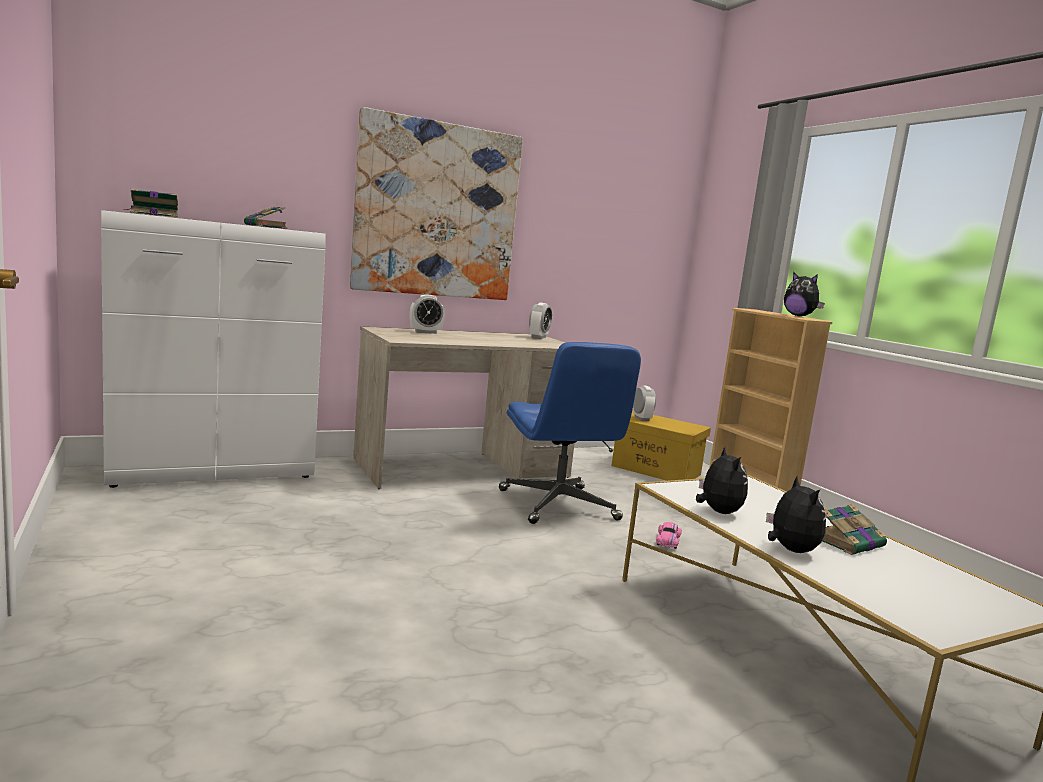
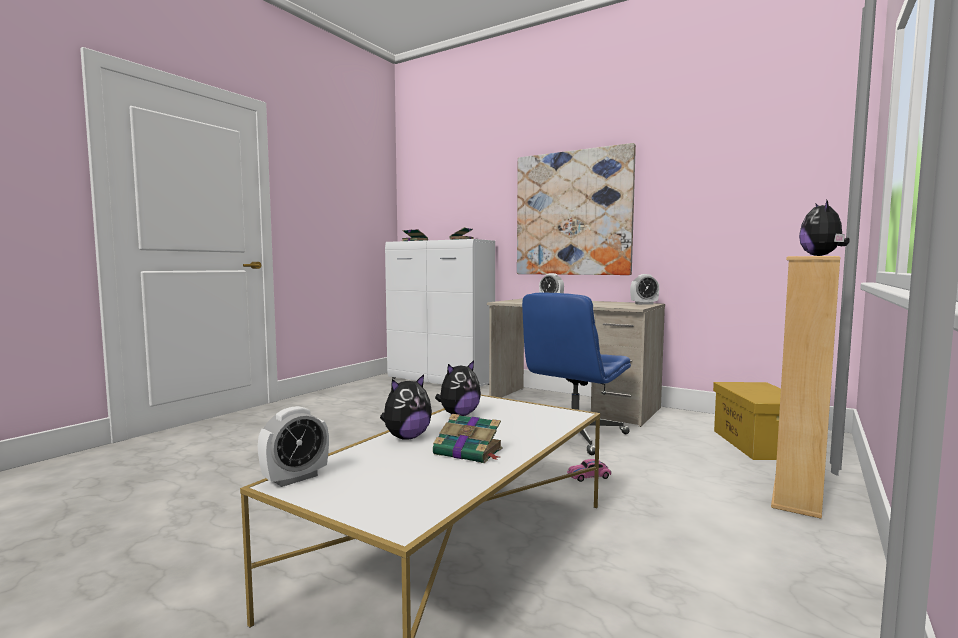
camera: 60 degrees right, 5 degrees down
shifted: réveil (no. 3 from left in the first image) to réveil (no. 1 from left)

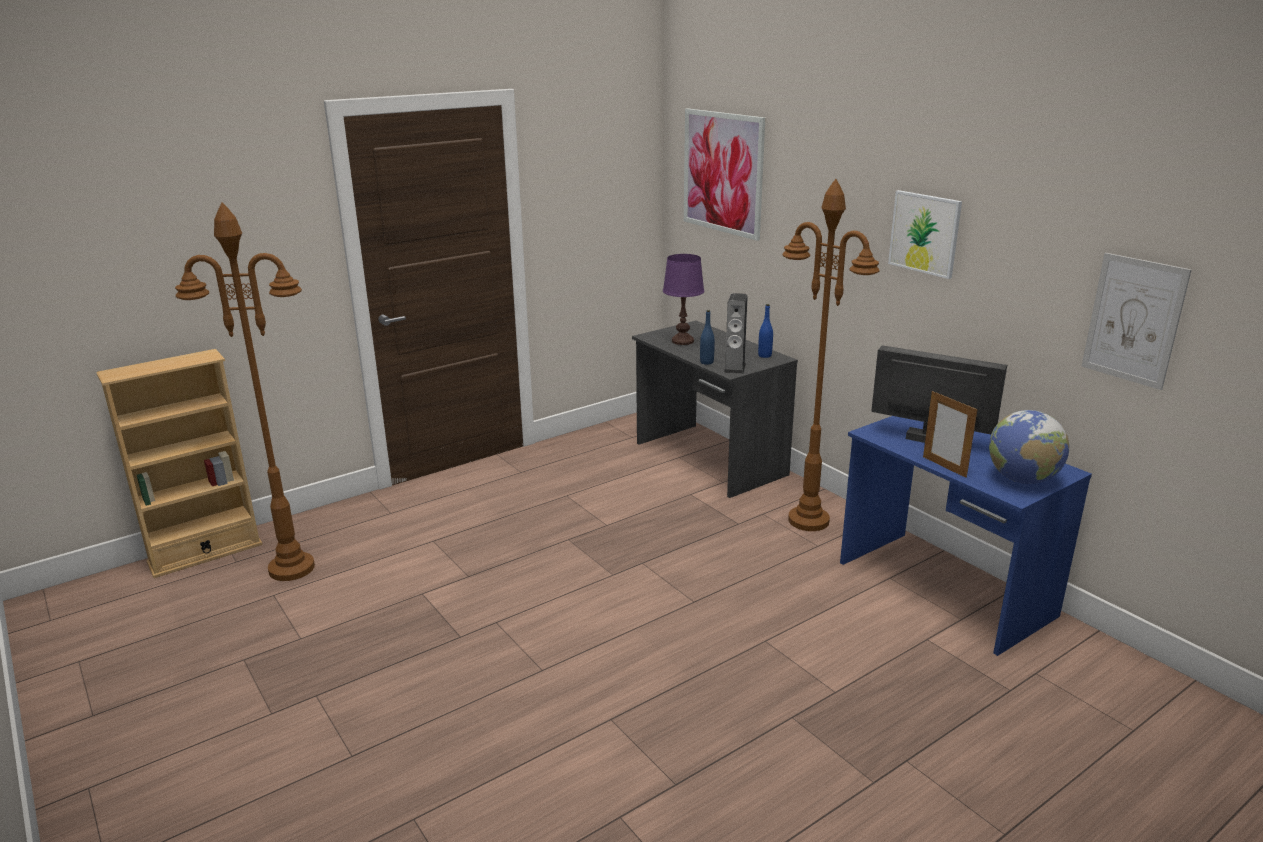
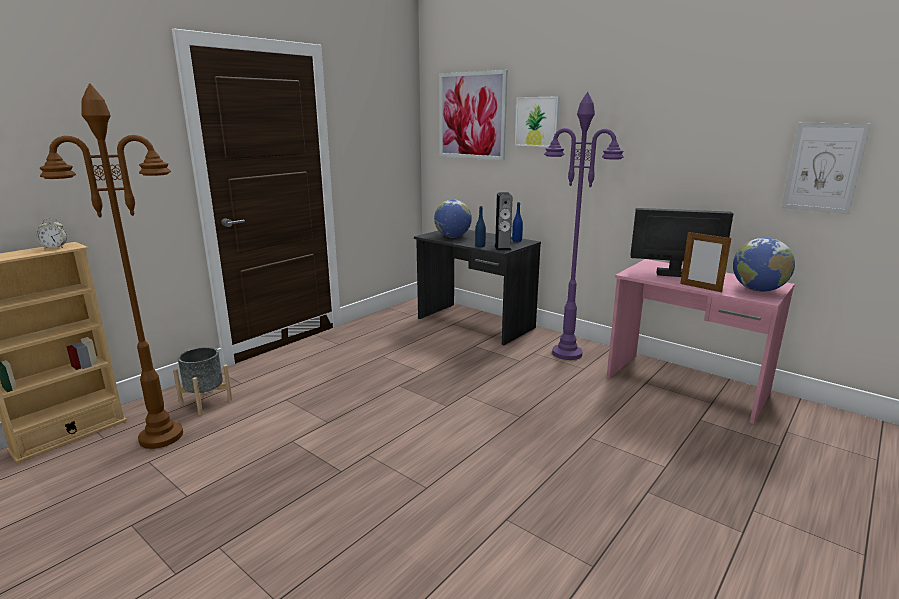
camera: 15 degrees left, 5 degrees down
new: réveil; cache-pot (gris)
shifted: tableau (no. 2 from left)
swapped: lampe de table (violet) to globe (no. 1 from left)
repainted: lampadaire (marron) (no. 2 from left) to lampadaire (violet); bureau (bleu) to bureau (rose)

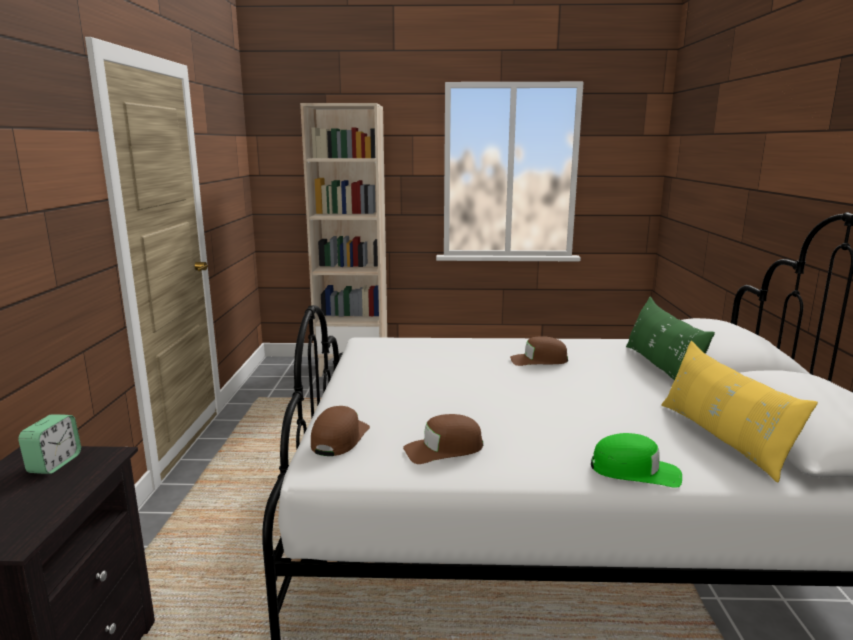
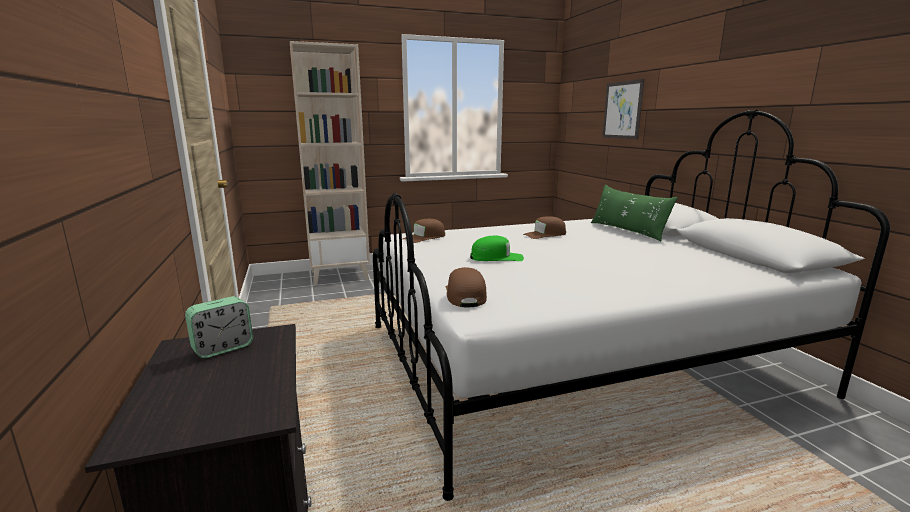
camera: 20 degrees left, 0 degrees up
gone: coussin (jaune)
new: tableau
shifted: casquette (marron) (no. 2 from left in the first image) to casquette (marron) (no. 1 from left); casquette (vert)
rotated: réveil 60 degrees clockwise

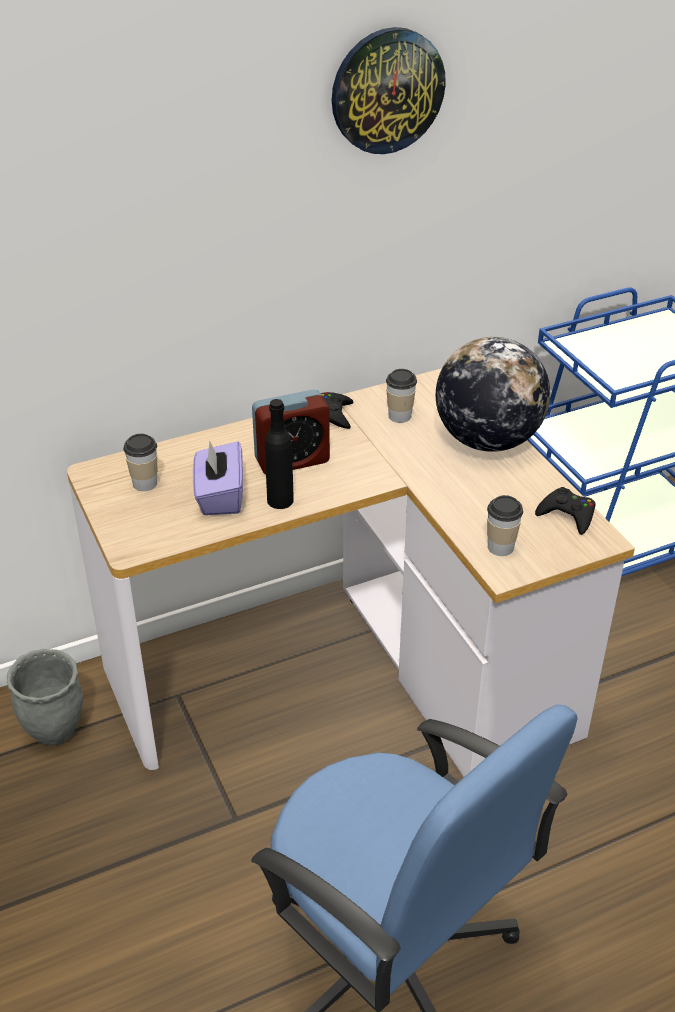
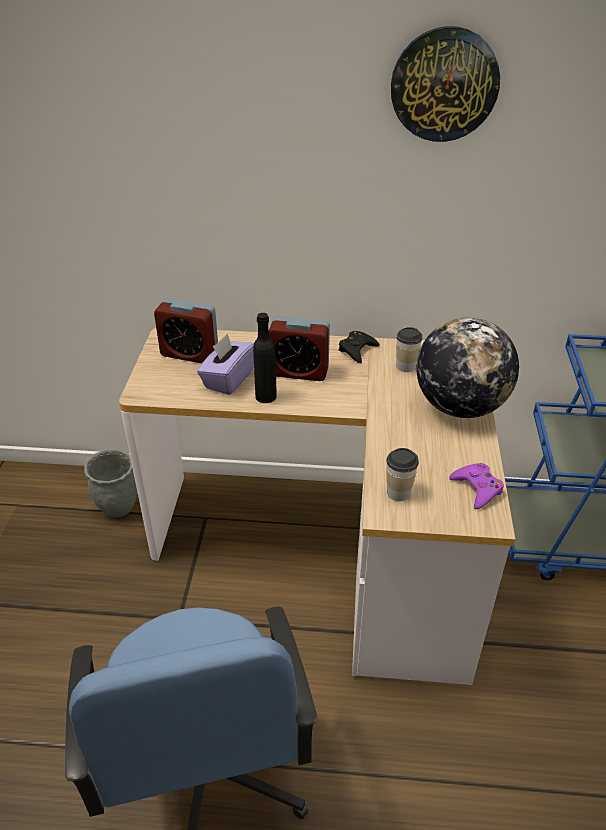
camera: 30 degrees right, 0 degrees up
swapped: tasse (no. 1 from left) to réveil (no. 1 from left)
repainted: manette (noir) (no. 2 from left) to manette (violet)

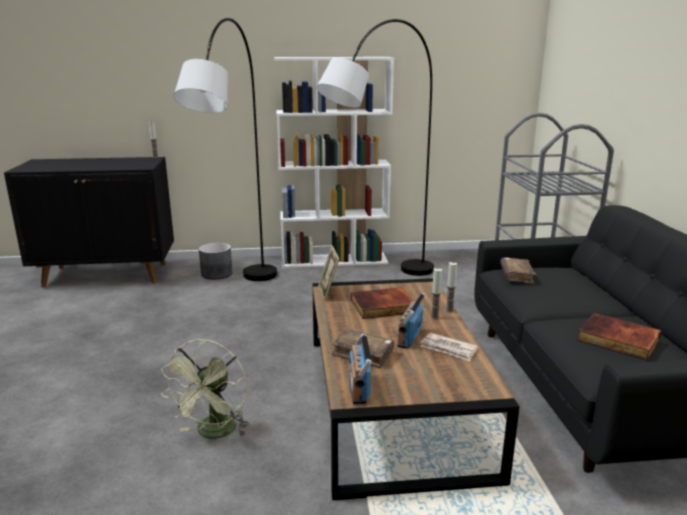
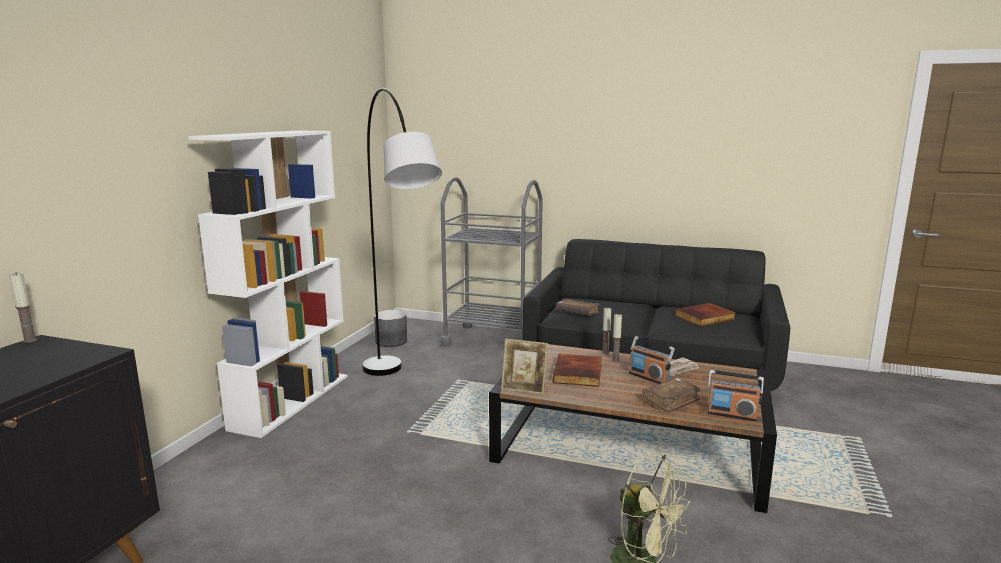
camera: 65 degrees left, 5 degrees down
gone: lampadaire (gris) (no. 1 from left)
shifted: cache-pot (gris)

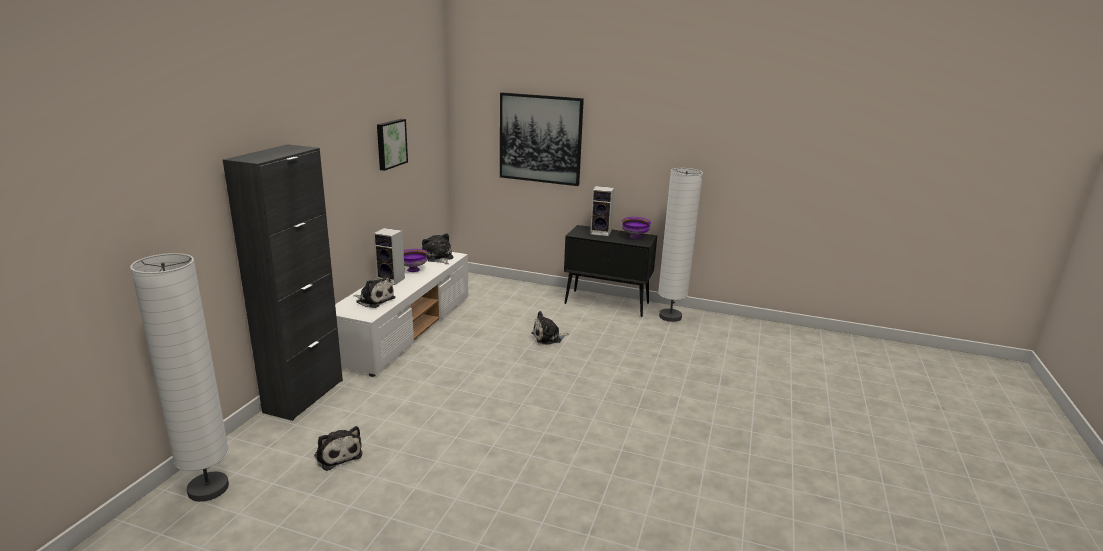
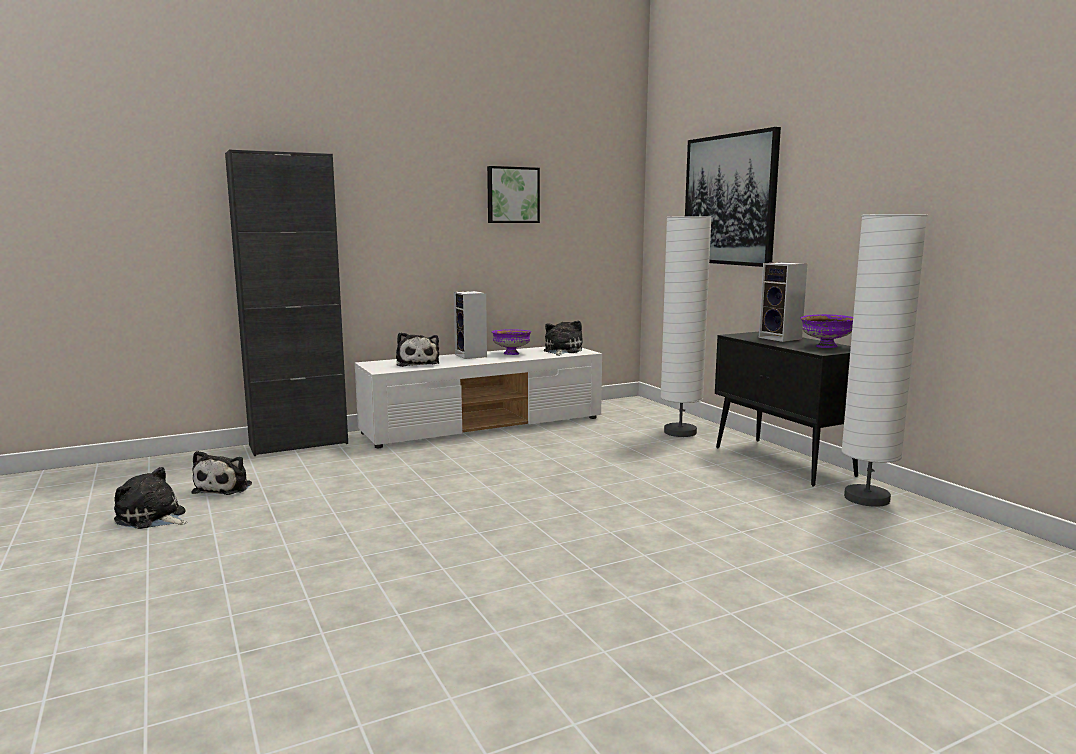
camera: 45 degrees right, 10 degrees down
shifted: lampadaire (blanc) (no. 1 from left); peluche (no. 4 from left in the first image) to peluche (no. 1 from left)

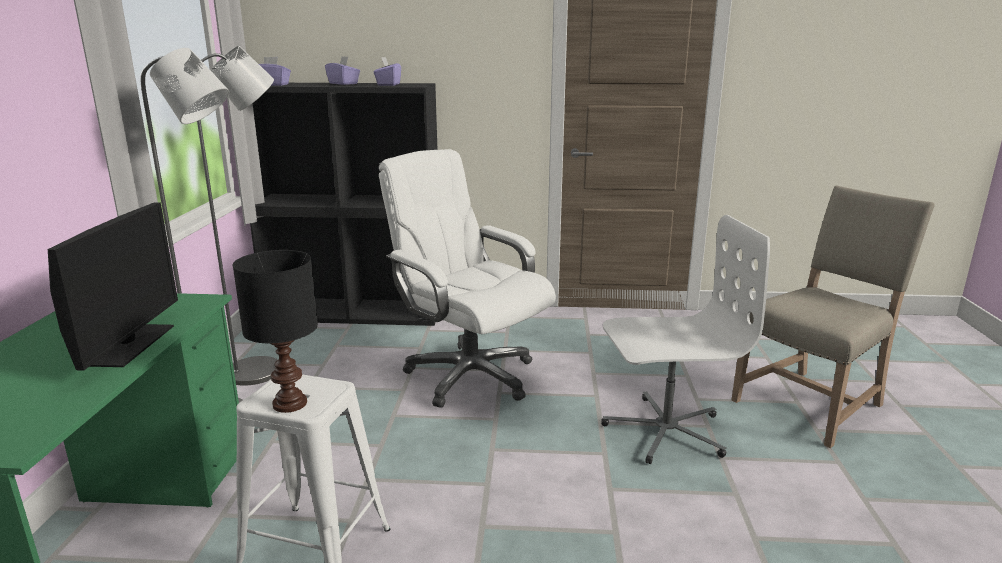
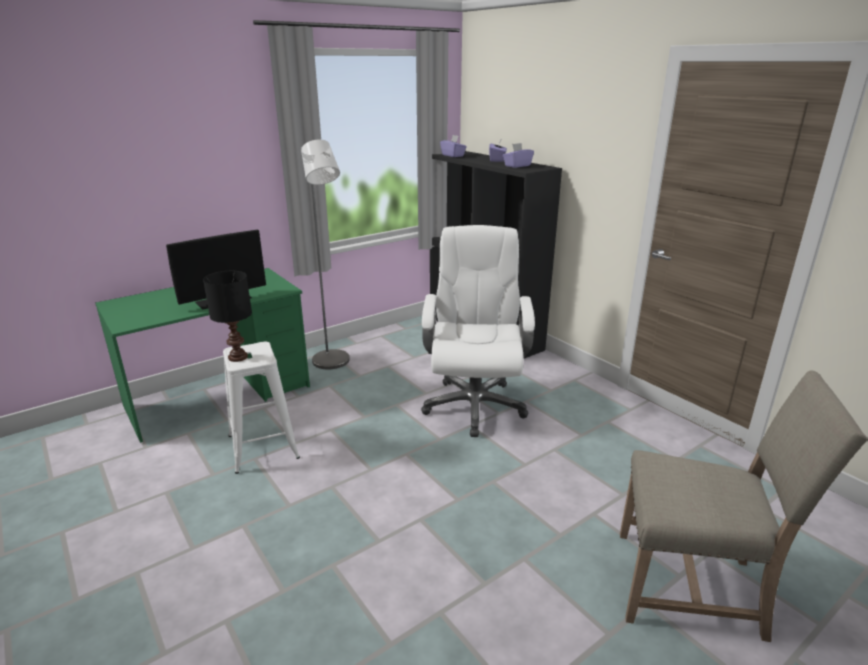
camera: 50 degrees right, 5 degrees up
gone: lampadaire (gris) (no. 2 from left); chaise de bureau (blanc) (no. 2 from left)

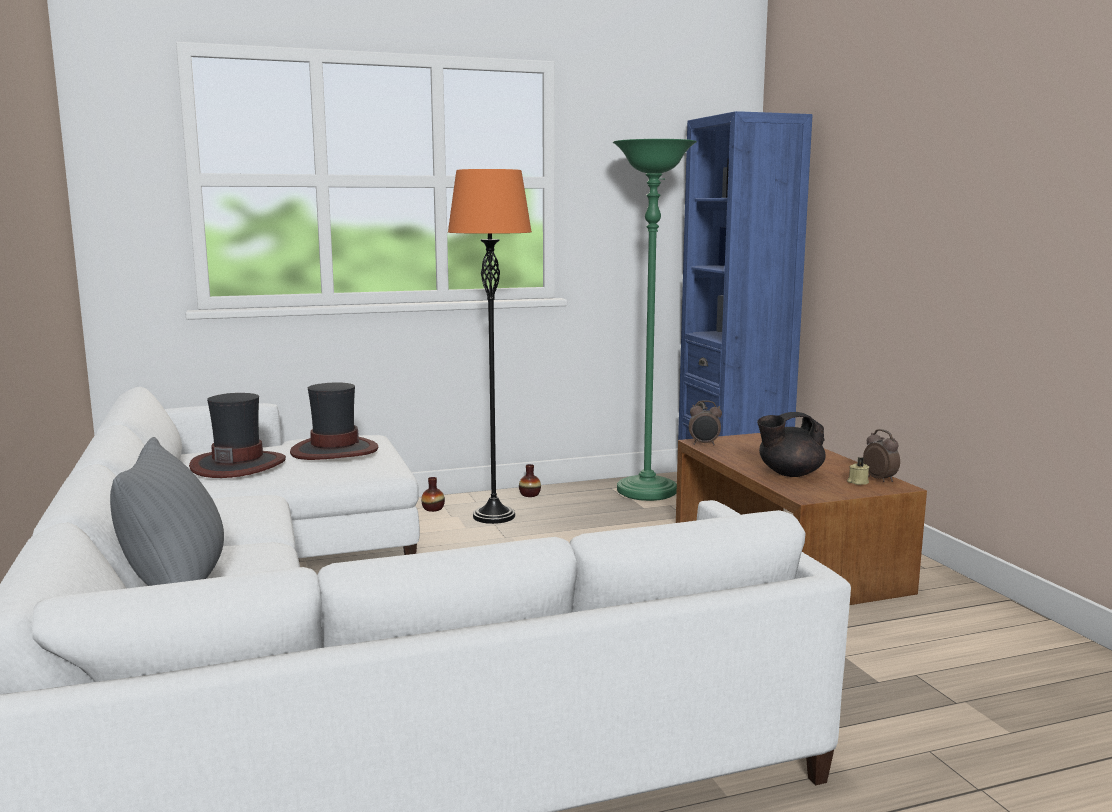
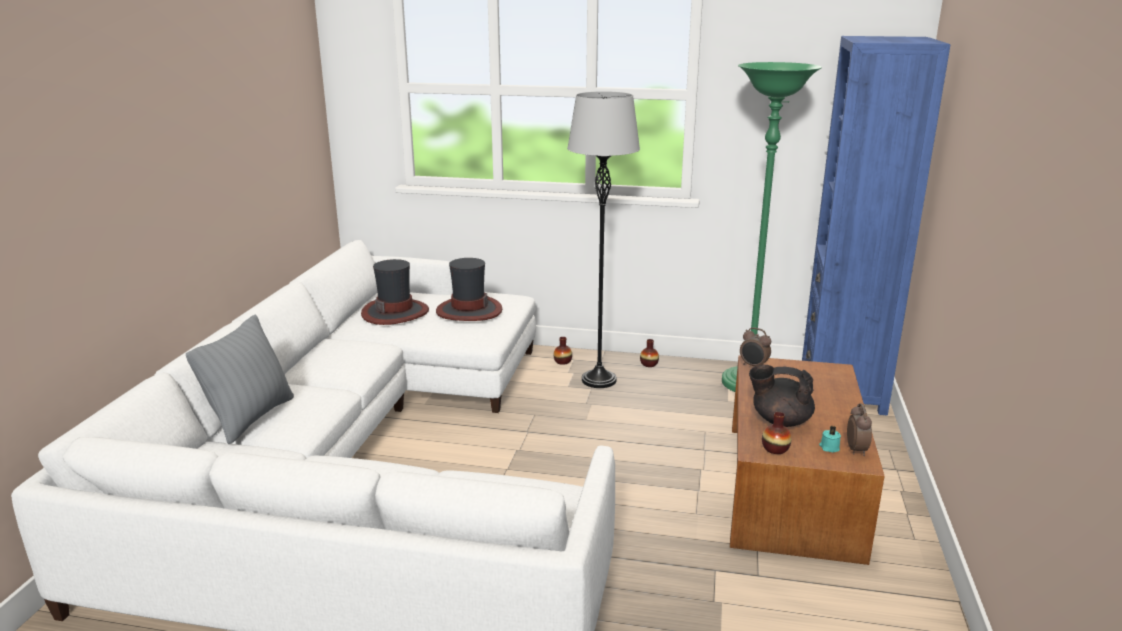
camera: 30 degrees right, 10 degrees up
new: vase (no. 3 from left)
repainted: lampadaire (orange) to lampadaire (gris); bougie (beige) to bougie (turquoise)

